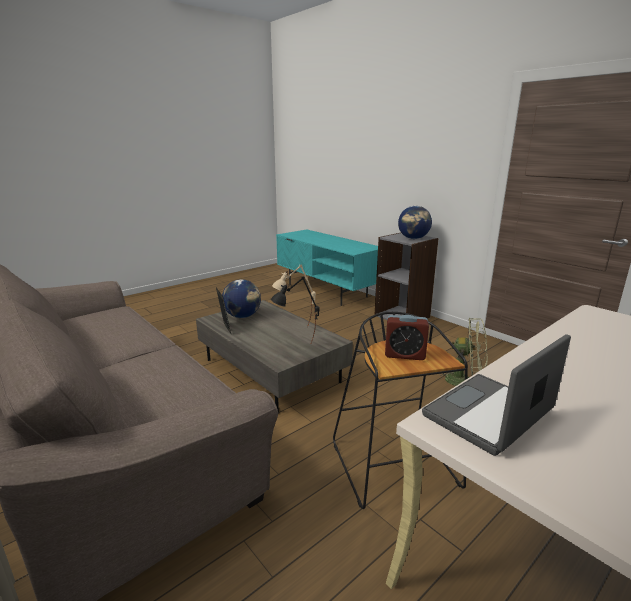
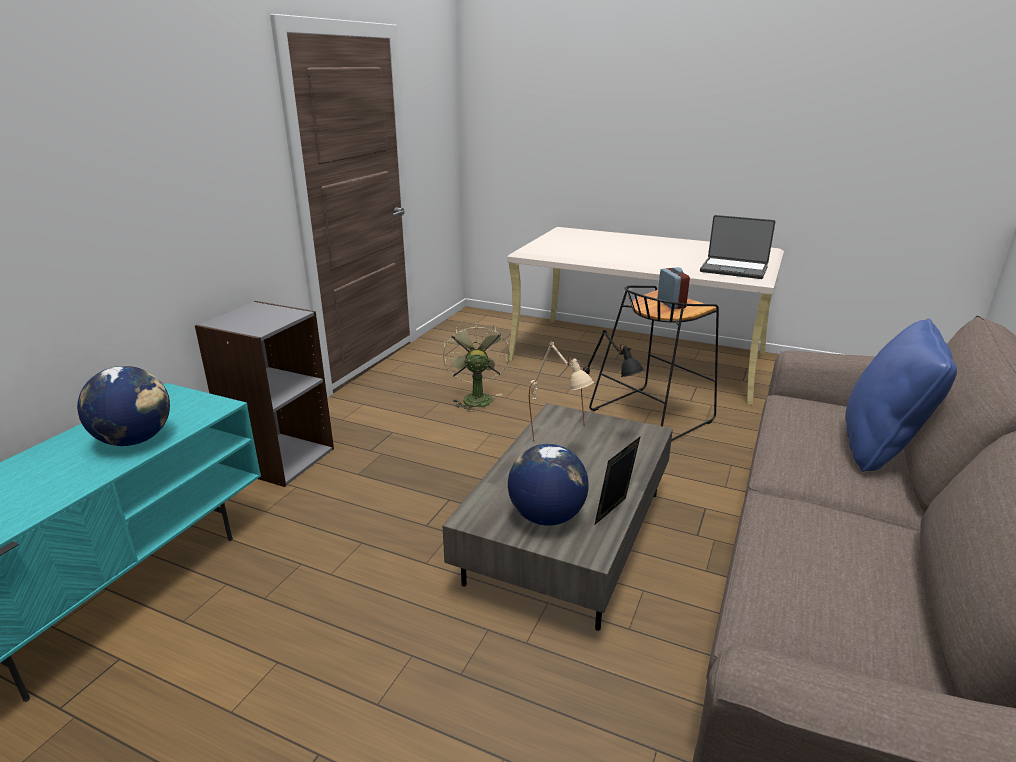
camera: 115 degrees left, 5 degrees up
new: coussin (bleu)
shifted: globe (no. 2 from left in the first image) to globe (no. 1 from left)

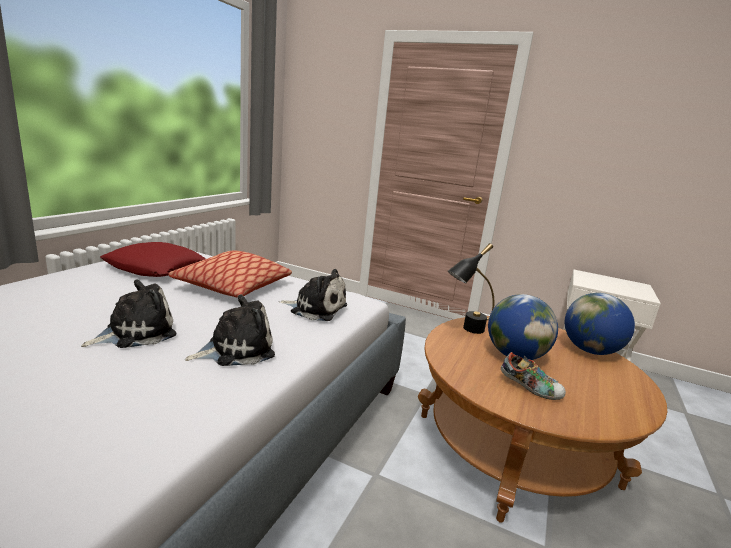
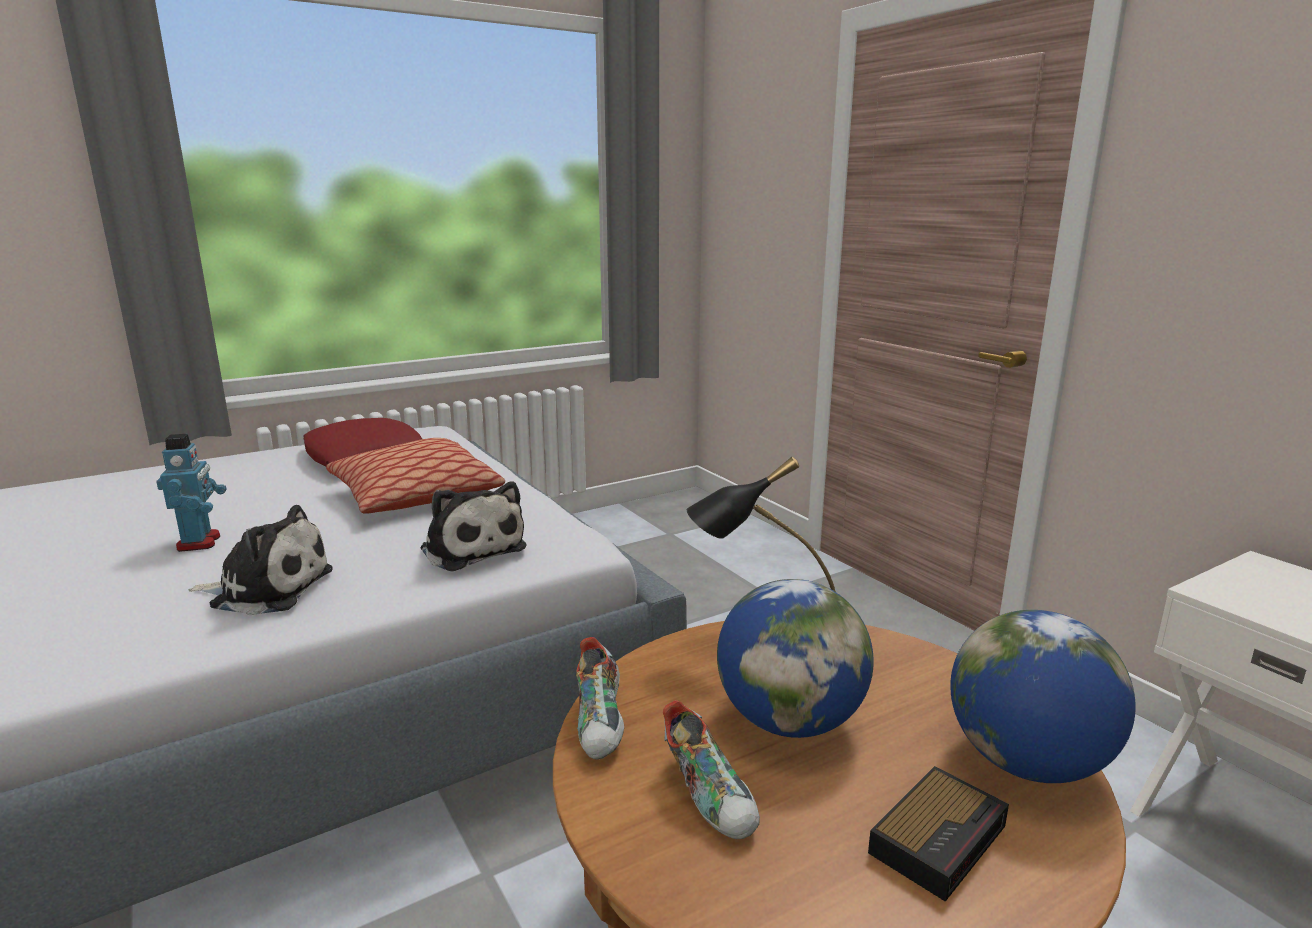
camera: 35 degrees right, 0 degrees up
new: chaussure (no. 1 from left); réveil
swapped: peluche (no. 1 from left) to robot jouet

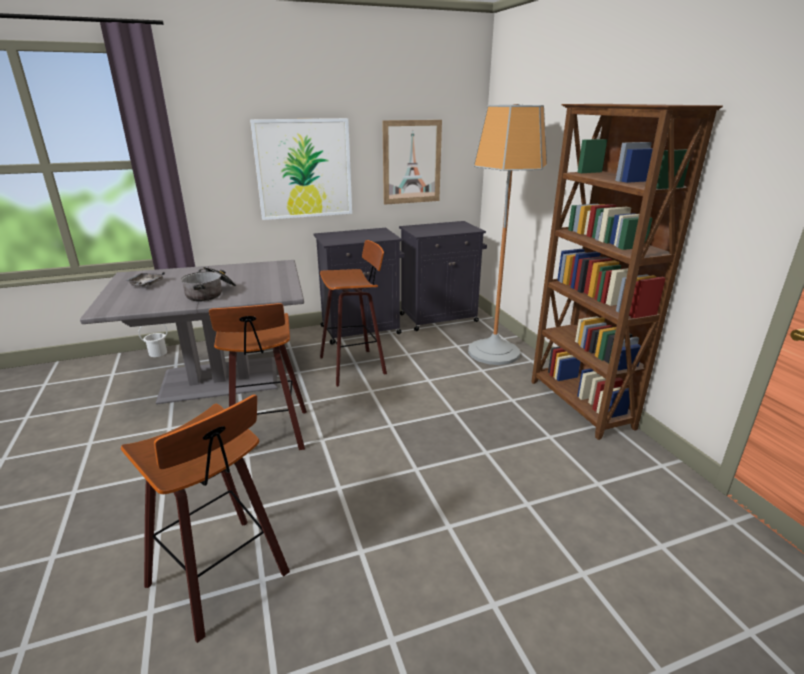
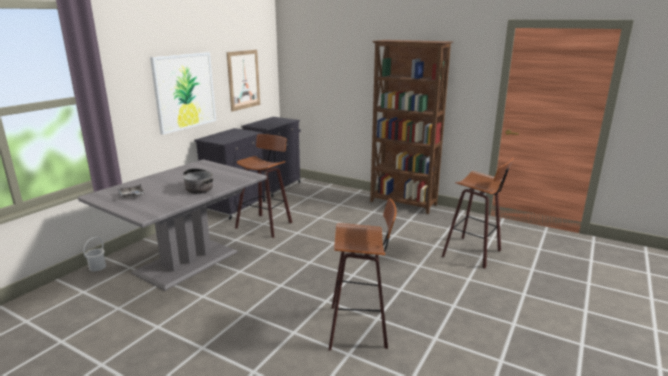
camera: 40 degrees left, 5 degrees down
gone: lampadaire
shifted: tabouret (no. 2 from left in the first image) to tabouret (no. 3 from left)

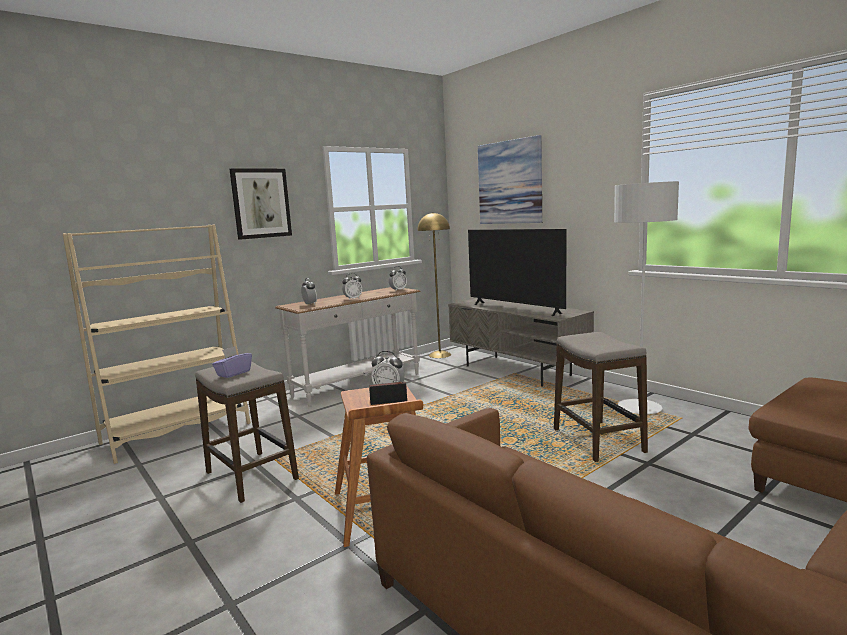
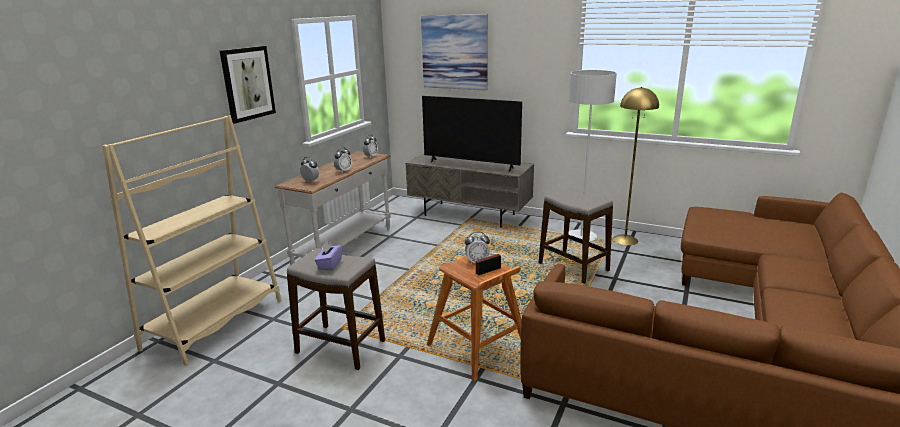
camera: 25 degrees left, 10 degrees up
shifted: lampadaire (jaune)

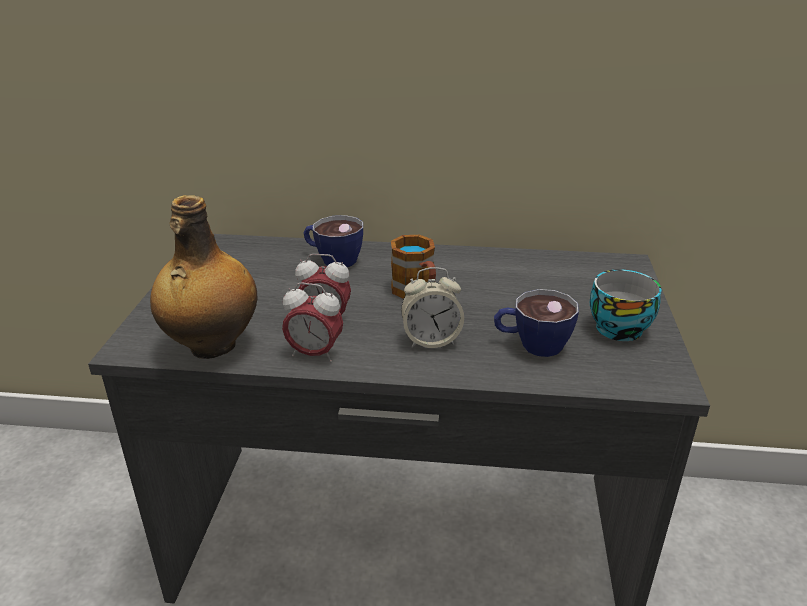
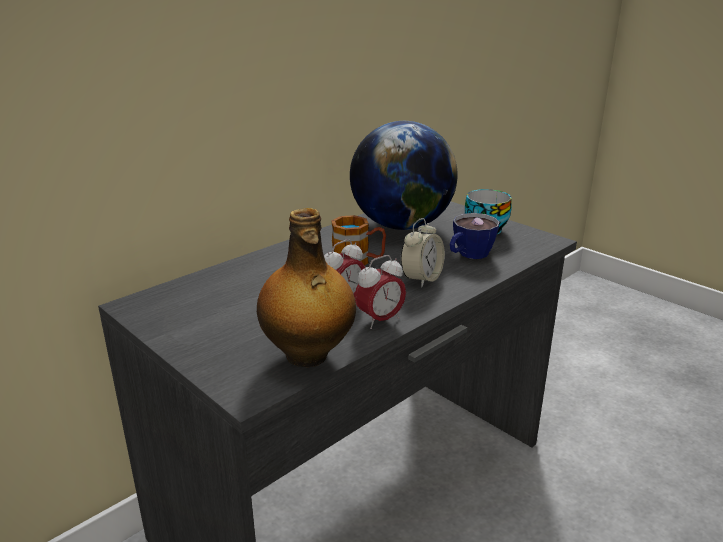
camera: 50 degrees left, 5 degrees down
gone: tasse (no. 1 from left)
new: globe

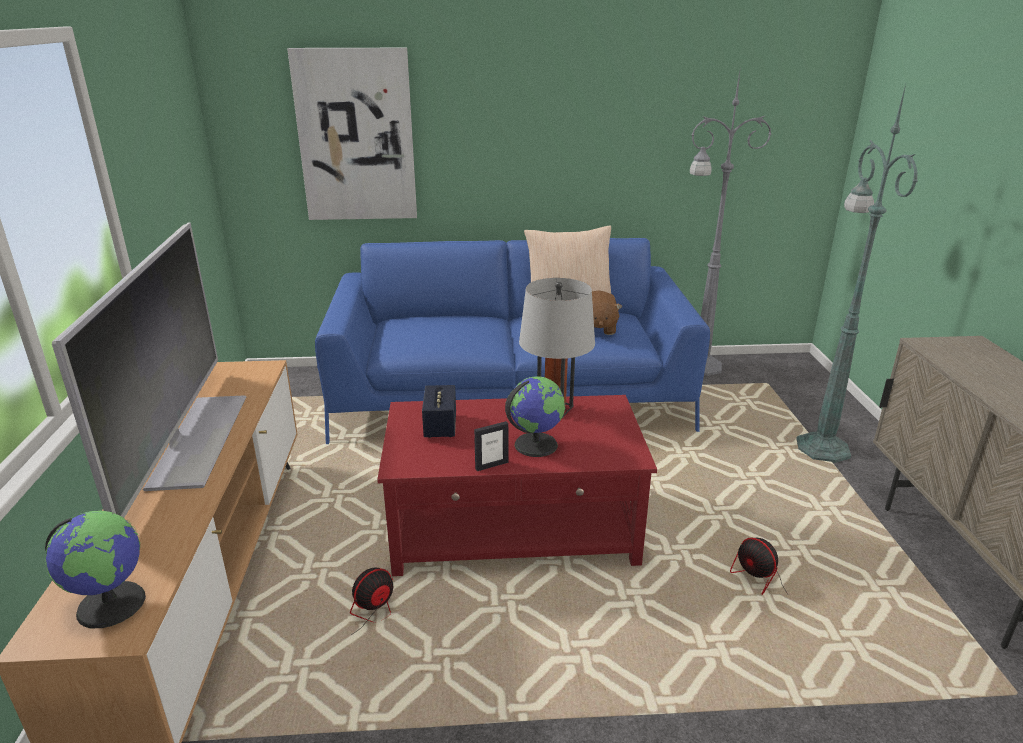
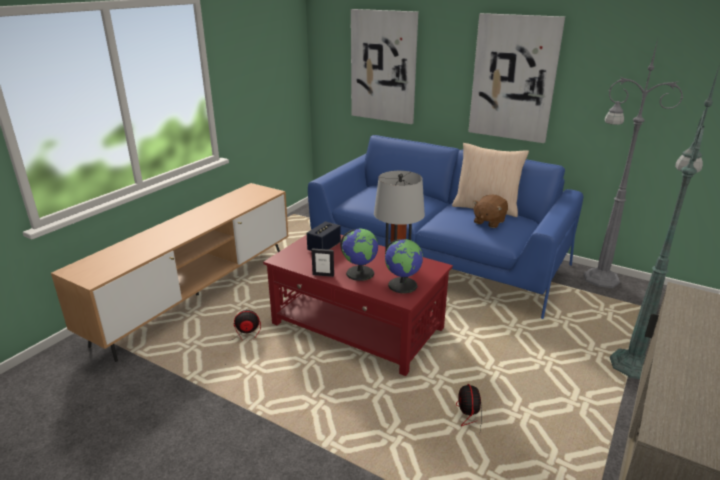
camera: 35 degrees right, 0 degrees up
gone: téléviseur
new: tableau (no. 2 from left)
shifted: globe (no. 1 from left in the first image) to globe (no. 2 from left)

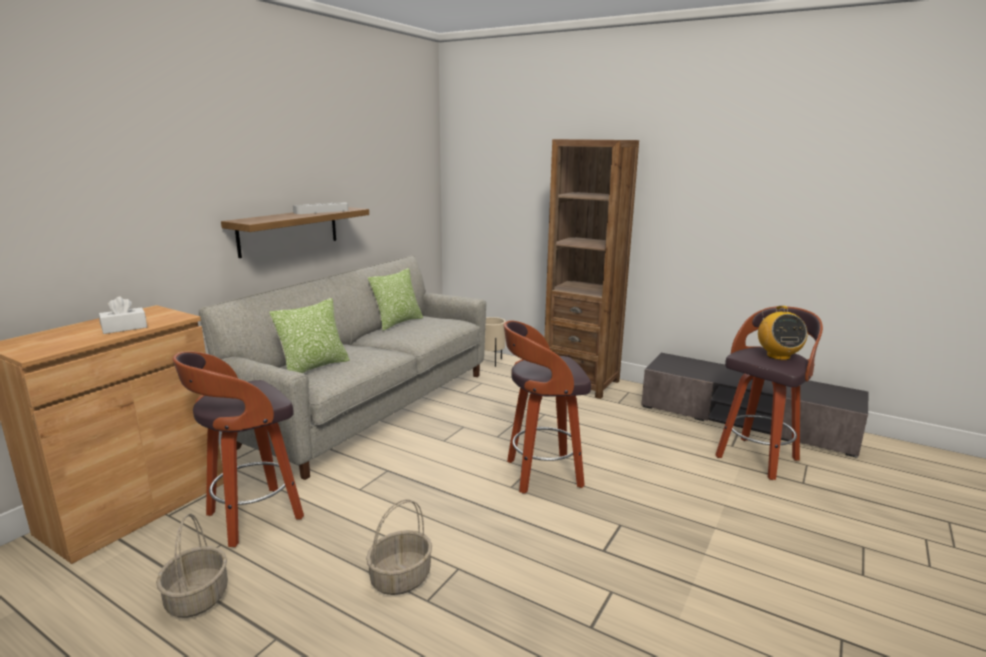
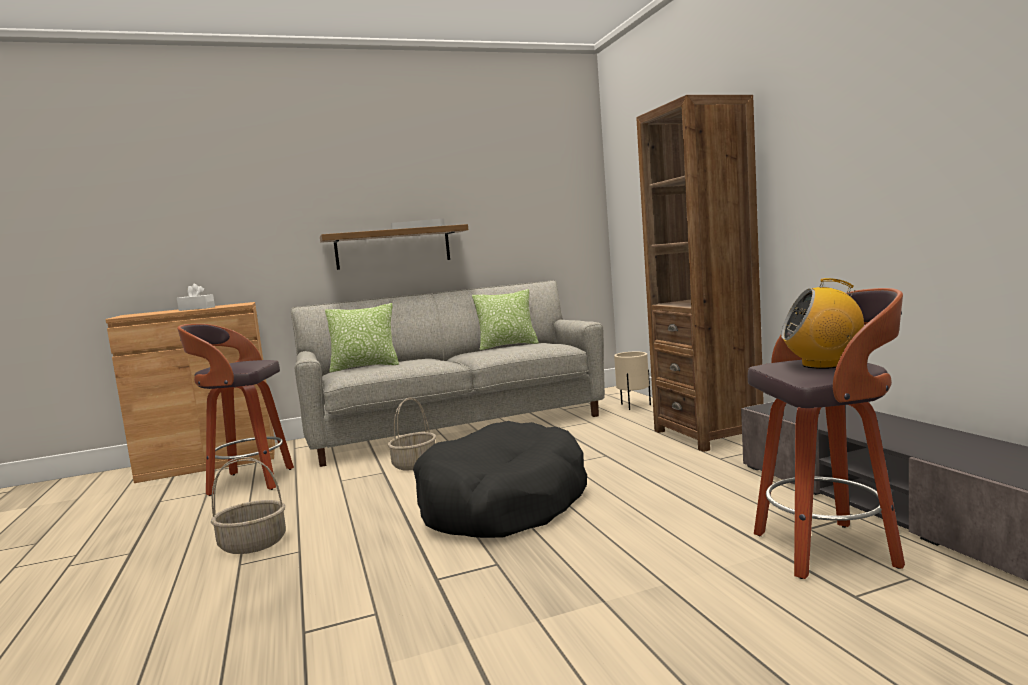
camera: 40 degrees right, 10 degrees down
shifted: panier (no. 1 from left in the first image) to panier (no. 2 from left)
swapped: tabouret (no. 2 from left) to panier pour chien (noir)
rotated: radio 60 degrees clockwise

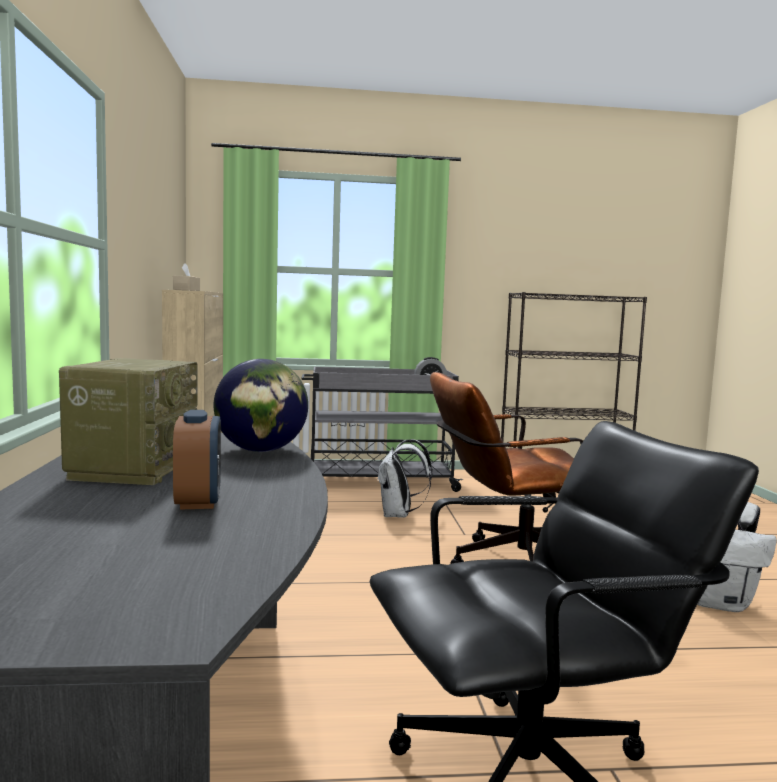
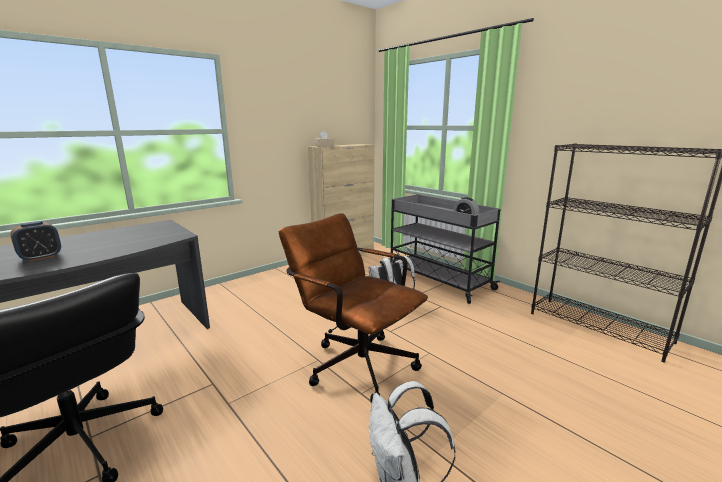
camera: 55 degrees right, 10 degrees up
gone: radio; globe

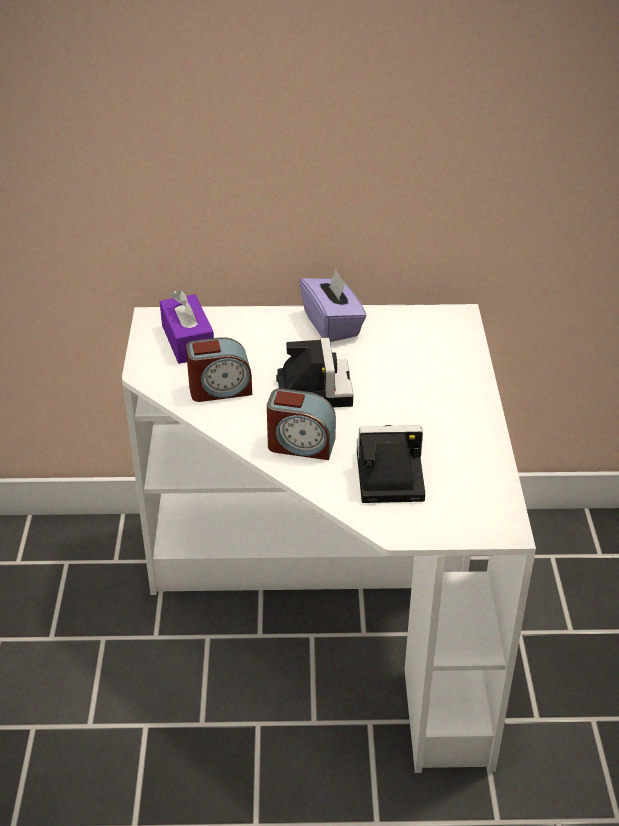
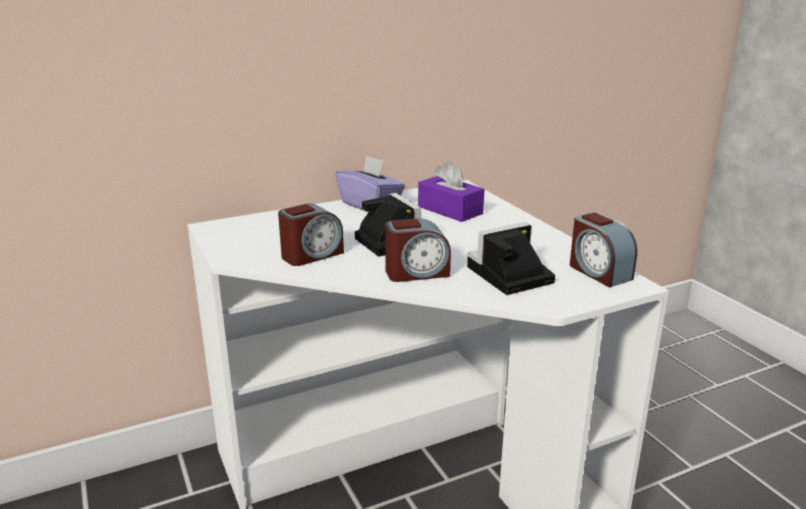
camera: 25 degrees left, 15 degrees down
new: réveil (no. 3 from left)
shifted: boîte à mouchoirs (violet) (no. 1 from left in the first image) to boîte à mouchoirs (violet) (no. 2 from left)

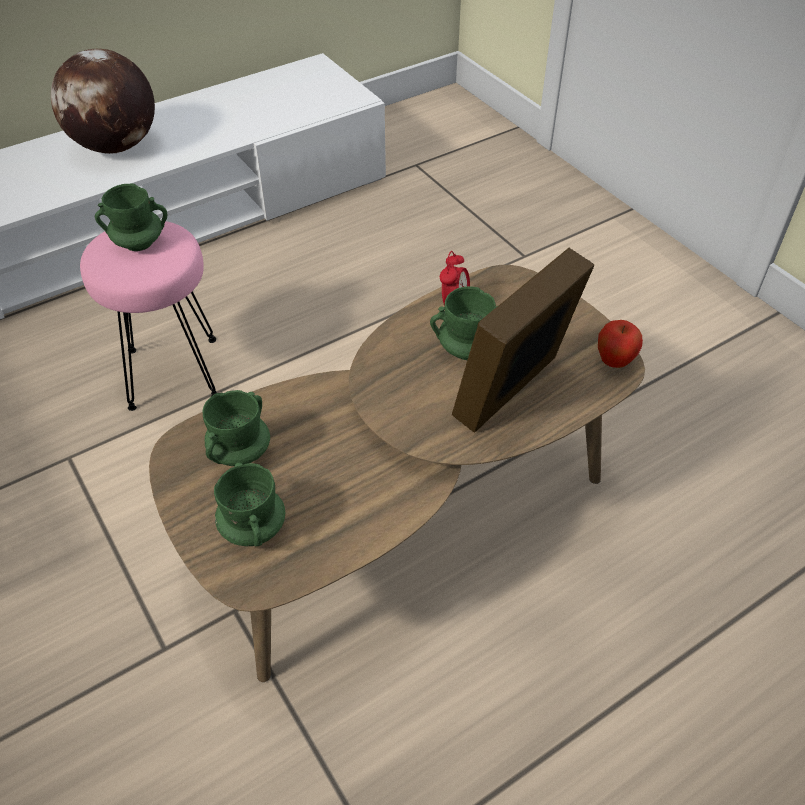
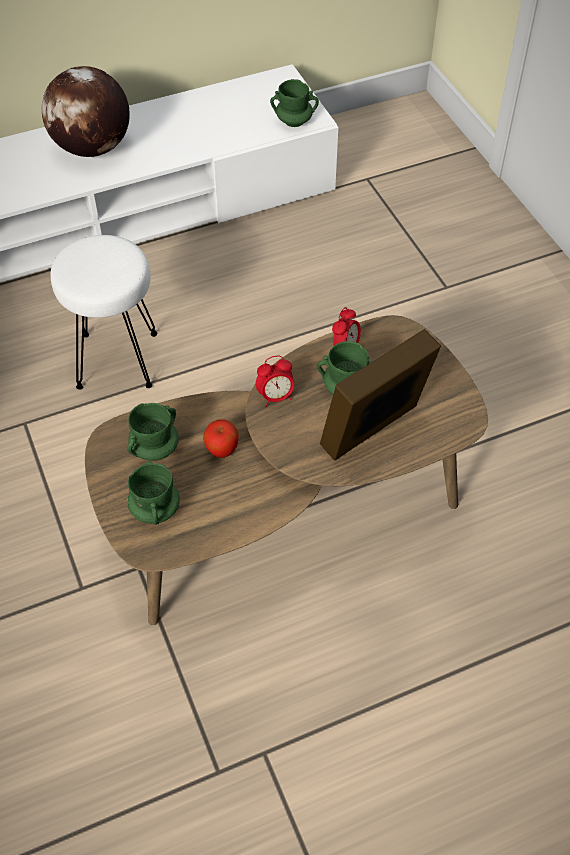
camera: 10 degrees right, 5 degrees up
new: réveil (no. 1 from left)
shifted: mug (vert) (no. 1 from left in the first image) to mug (vert) (no. 3 from left); pomme
repainted: tabouret (rose) to tabouret (blanc)

